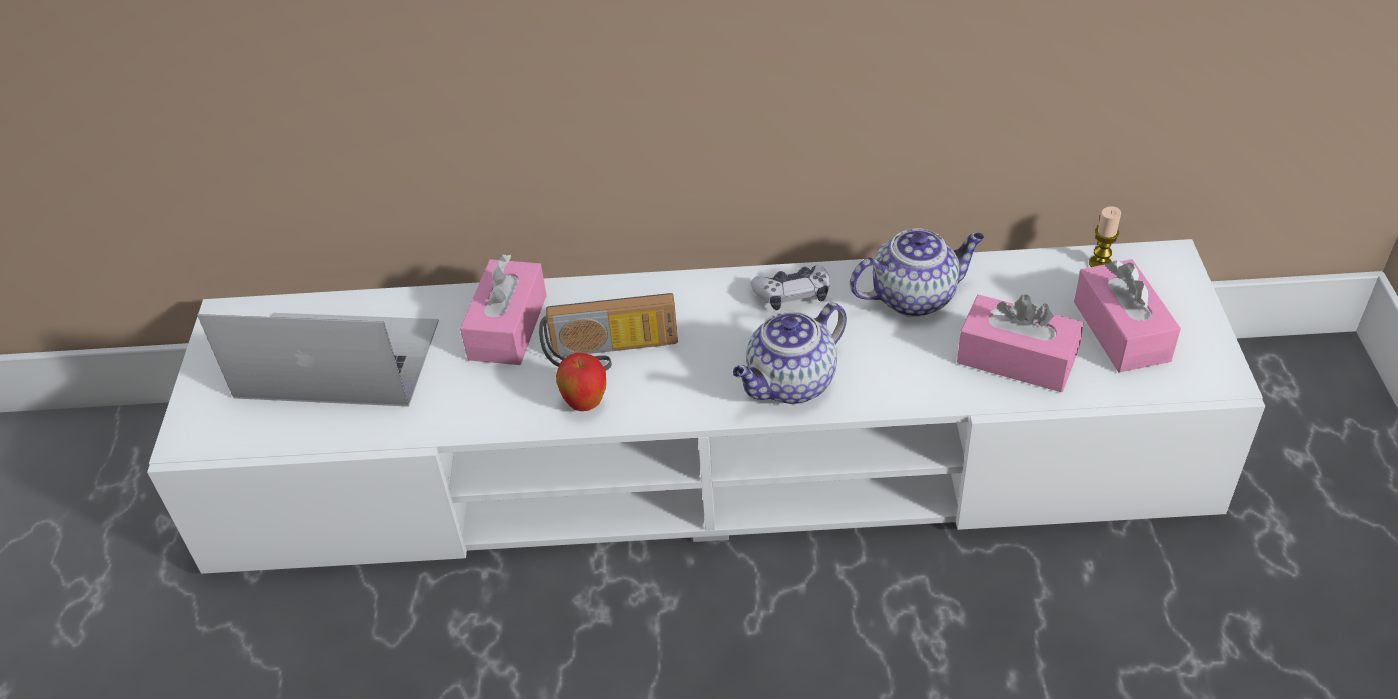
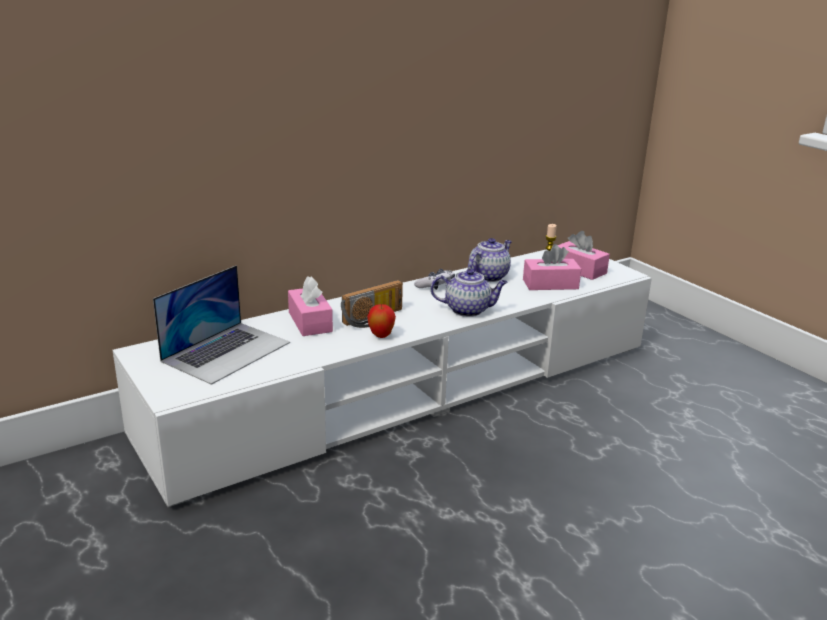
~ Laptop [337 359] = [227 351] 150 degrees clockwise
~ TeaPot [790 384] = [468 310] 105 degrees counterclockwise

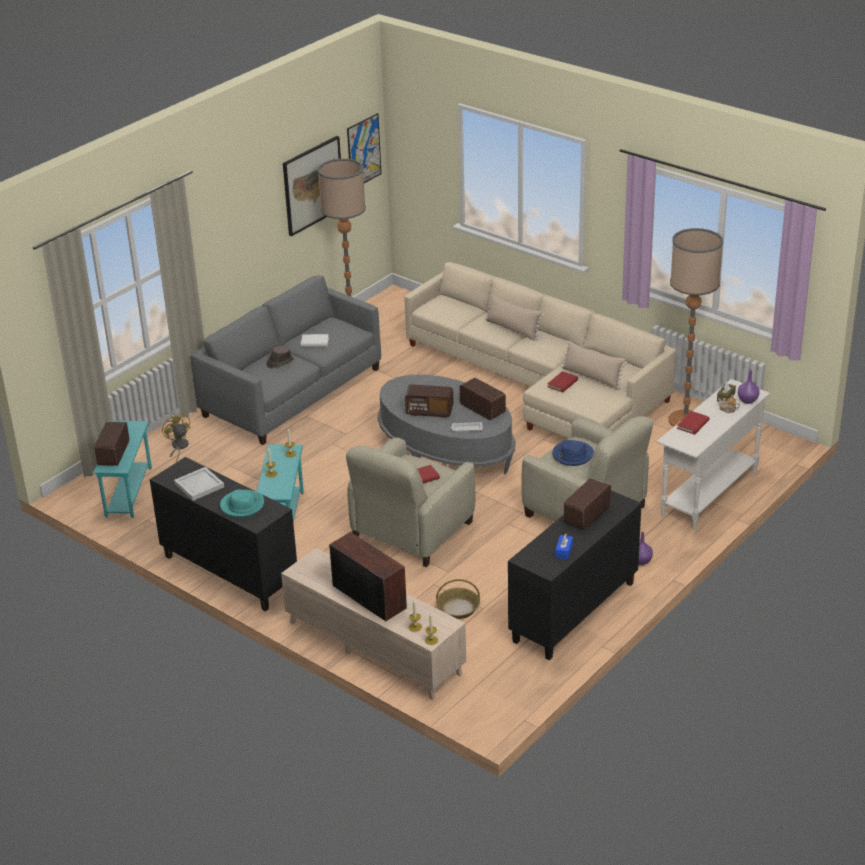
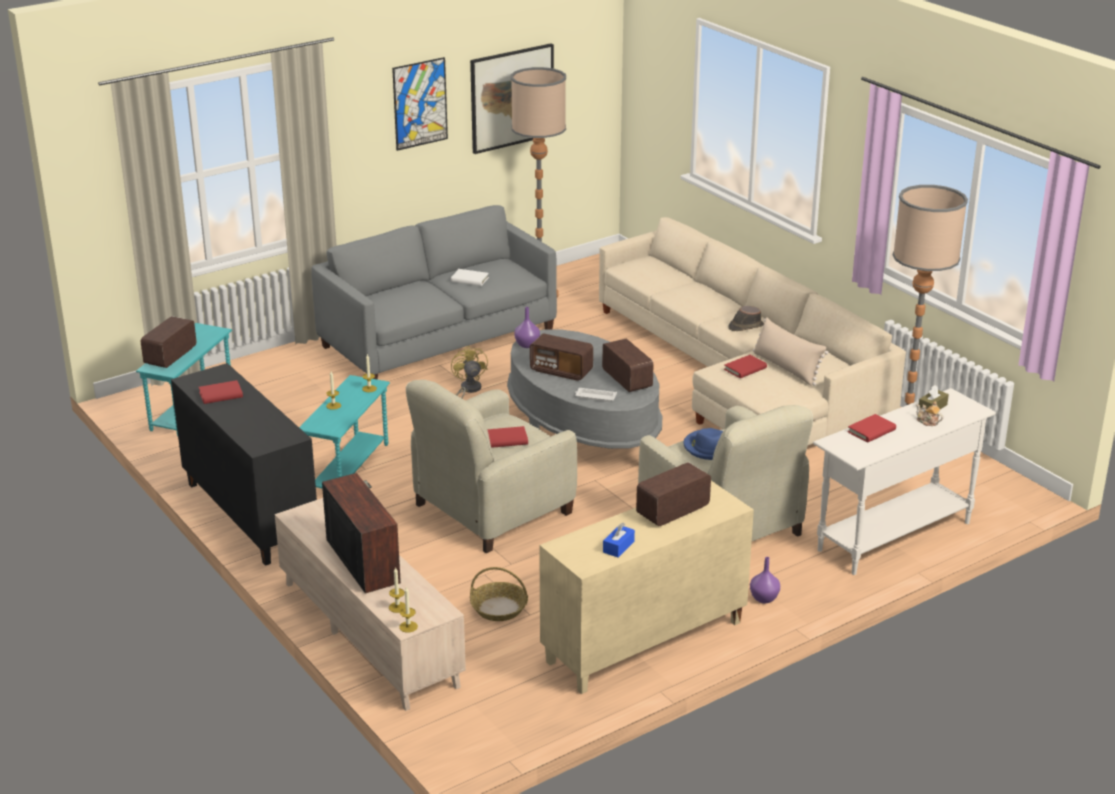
~ WhiteCarryingTray [198 485] to RedBook [221 395]
~ Picture [364 151] to [420 103]
~ YellowColouredCoolingFan [178 447] to [468 390]
~ PurpleColouredFlowerVase [747 400] to [526 345]
~ BlackColouredCabinet [574 613] to SandColouredCabinet [644 643]
~ BrownishHat [279 362] to [745 326]
- BlueGreenHat [242 506]
- SandColouredThrowPillow [513 329]

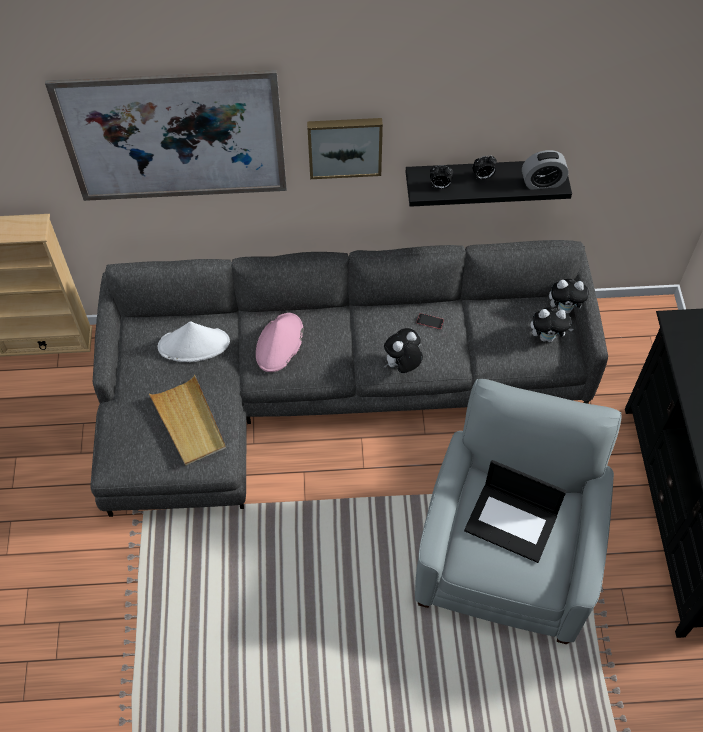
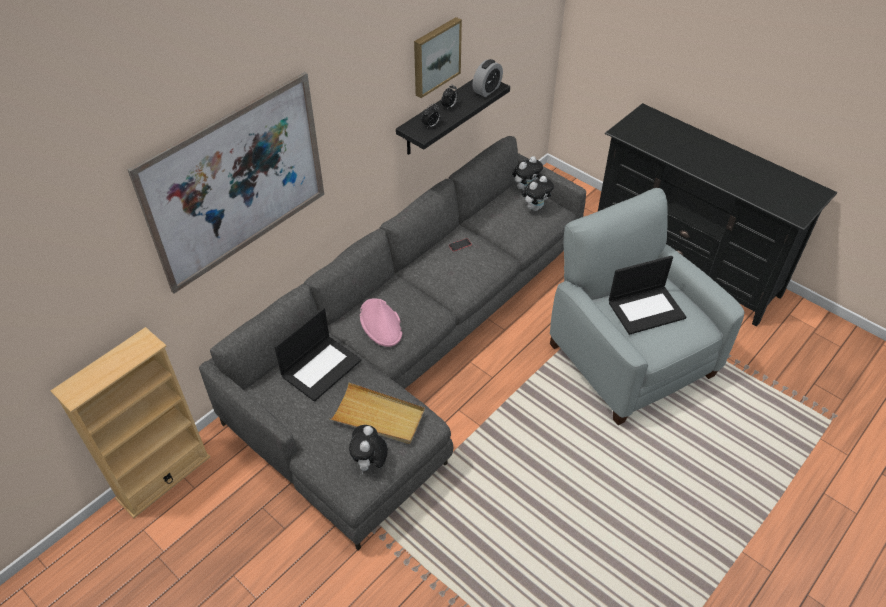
~ WhiteHat [194 344] to Laptop [321 367]
~ PlushToy [402 365] to [370 463]
~ Picture [344 146] to [435 56]

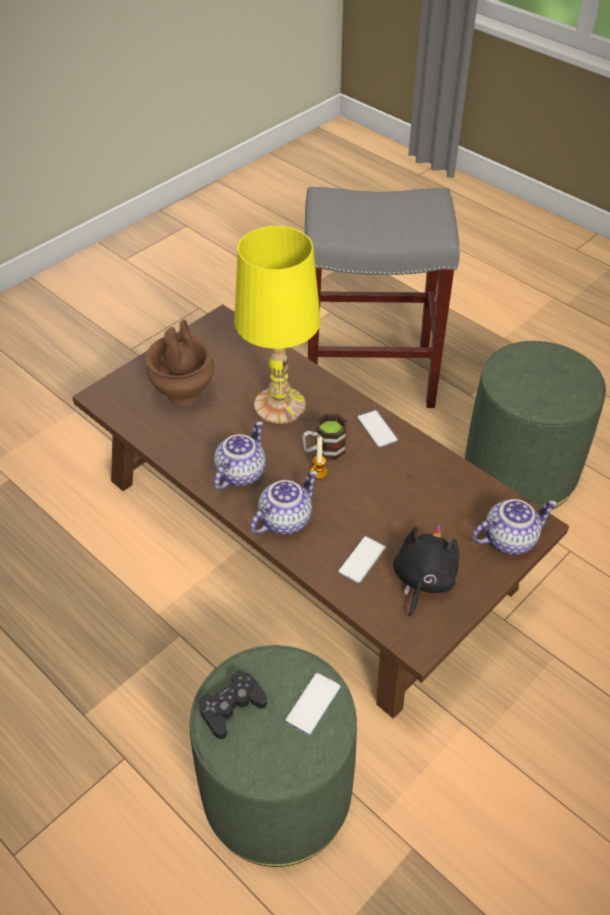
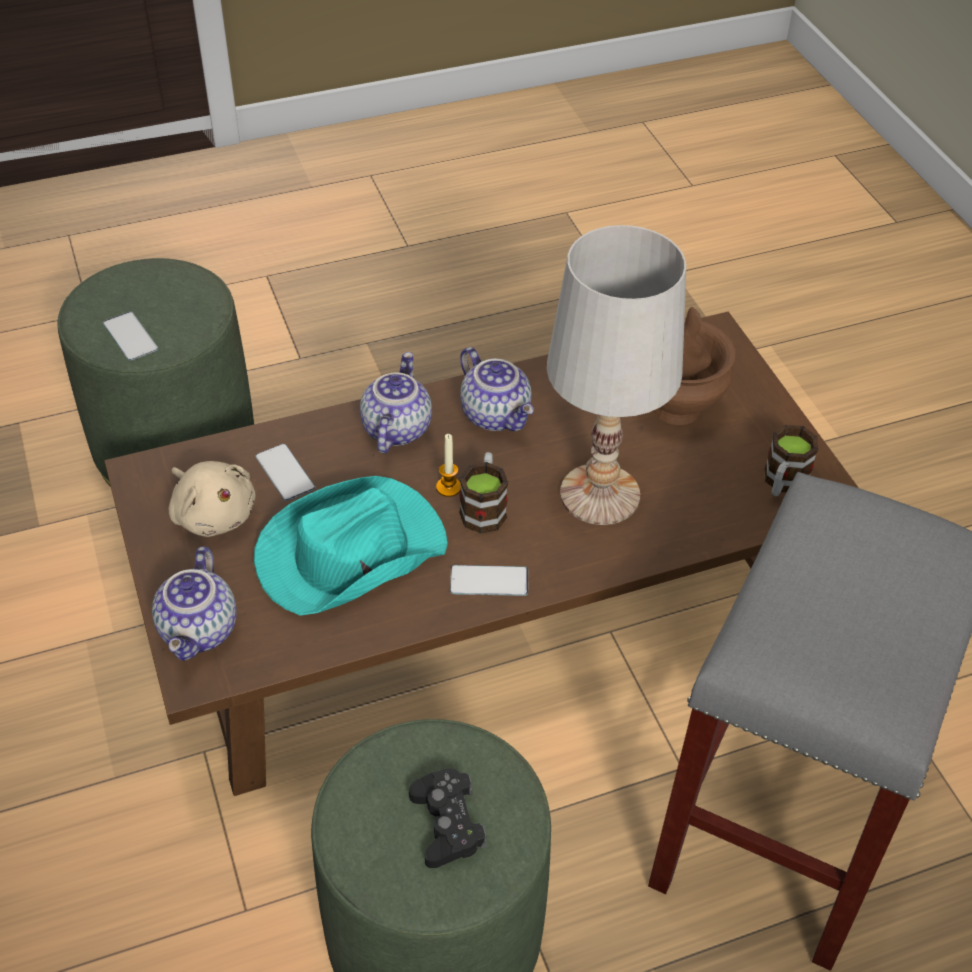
~ BlackColouredPlushToy [422 580] to SandColouredPlushToy [213 513]
+ BlueGreenHat [348 552]
~ TeaPot [284 519] = [395 428] 150 degrees counterclockwise
~ BlackColouredGameController [231 707] to [447 824]
~ YellowColouredLampForATable [280 405] to WhiteLampForATable [599 495]
+ Mug [782 483]

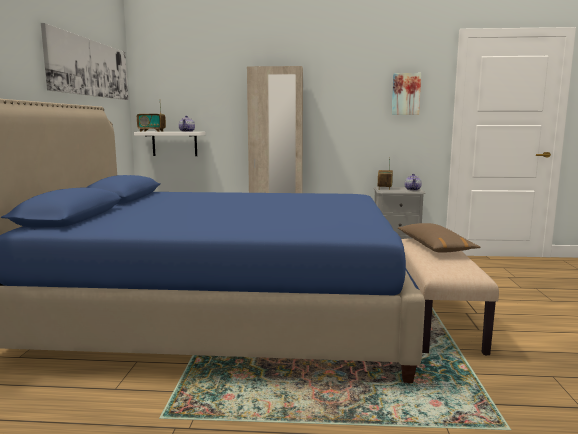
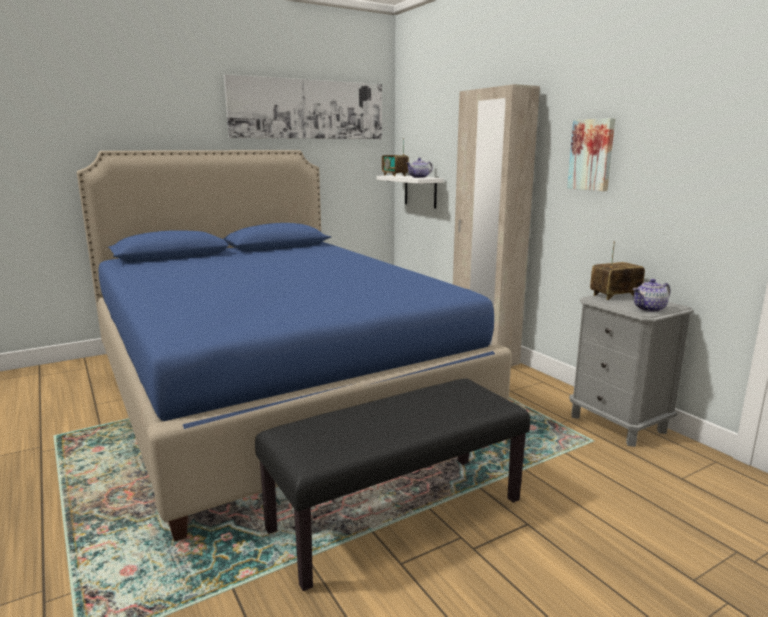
~ SandColouredIndoorBench [434 319] to BlackColouredIndoorBench [397 514]
~ Picture [405 94] to [592 155]
- BrownishThrowPillow [434 247]

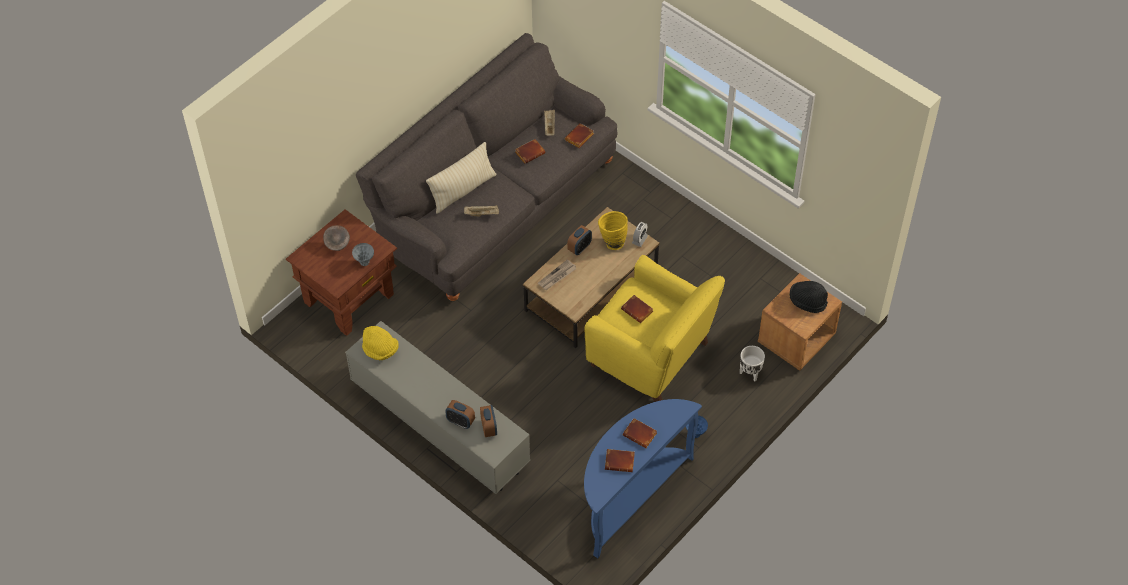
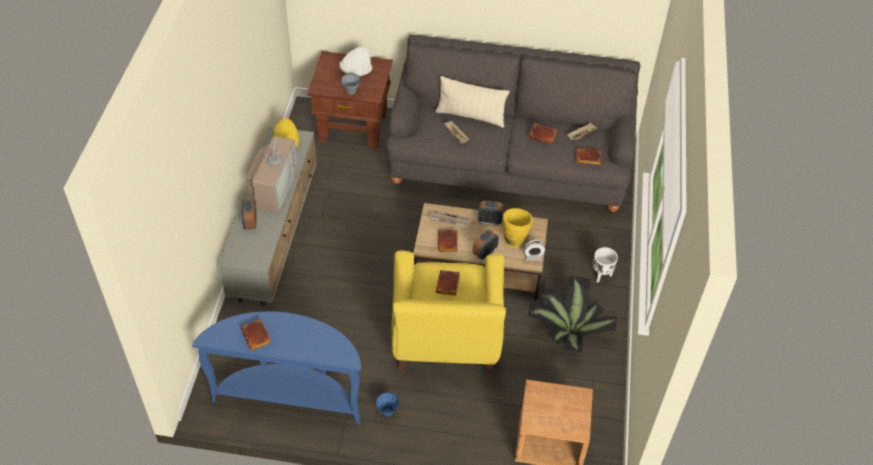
+ TvSet [273 185]
~ GrayBowl [338 245] to WhiteHat [356 71]
~ BrownishBook [641 434] to [448 243]
~ TableClock [489 428] to [485 253]
+ Houseplant [567 331]
~ WhitePlanter [749 373] to [601 275]
- BlackColouredHat [807 301]

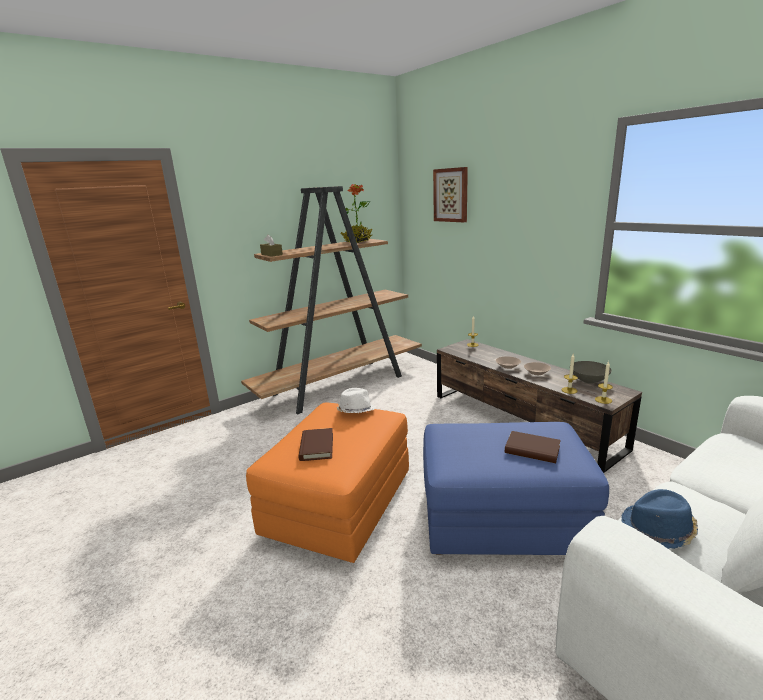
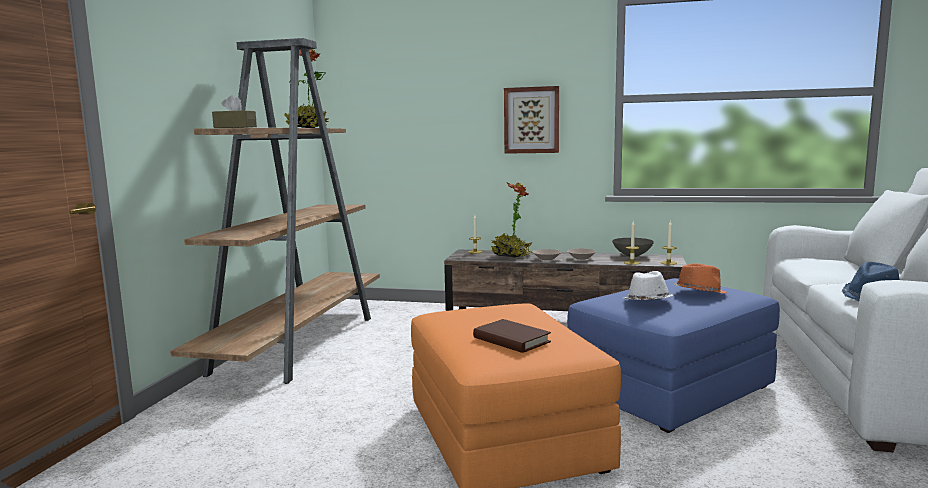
+ Houseplant [511 256]
~ Picture [451 195] to [531 120]
~ WhiteHat [355 411] to [647 302]
~ BrownishBook [532 450] to OrangeHat [698 293]

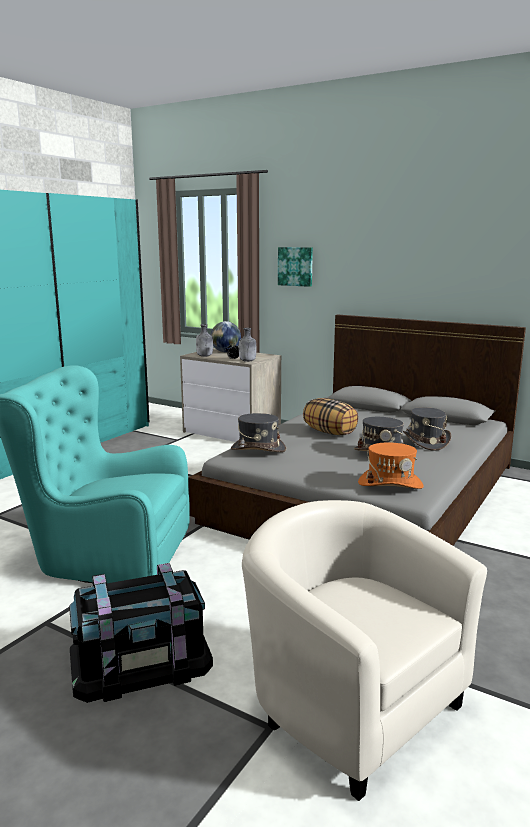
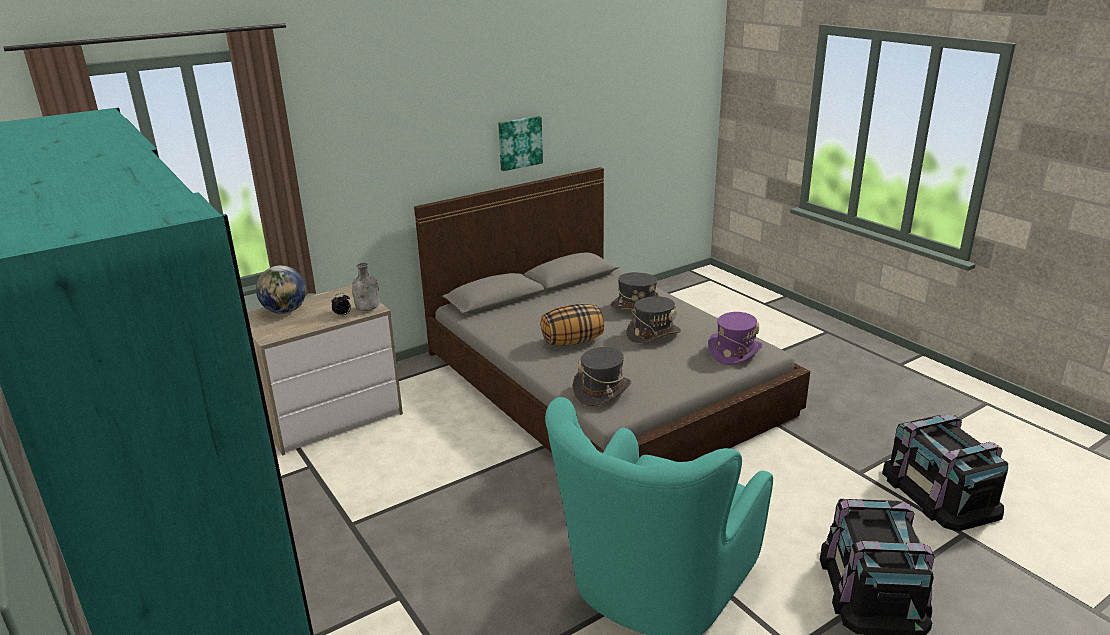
~ Picture [295 266] to [519 143]
~ OrangeHat [390 484] to PurpleColouredHat [734 351]
~ SandColouredEasyChair [350 704] to BlackColouredStorageContainer [939 492]
- GrayBottle [205 356]

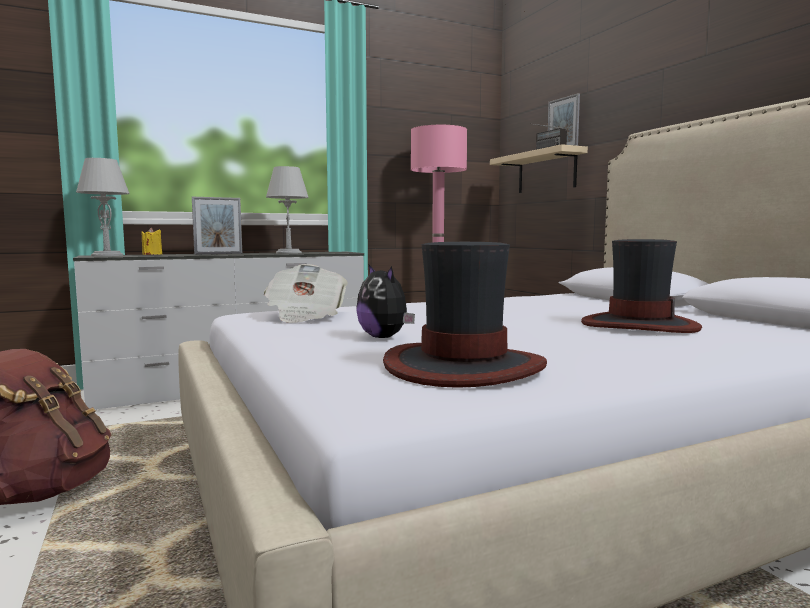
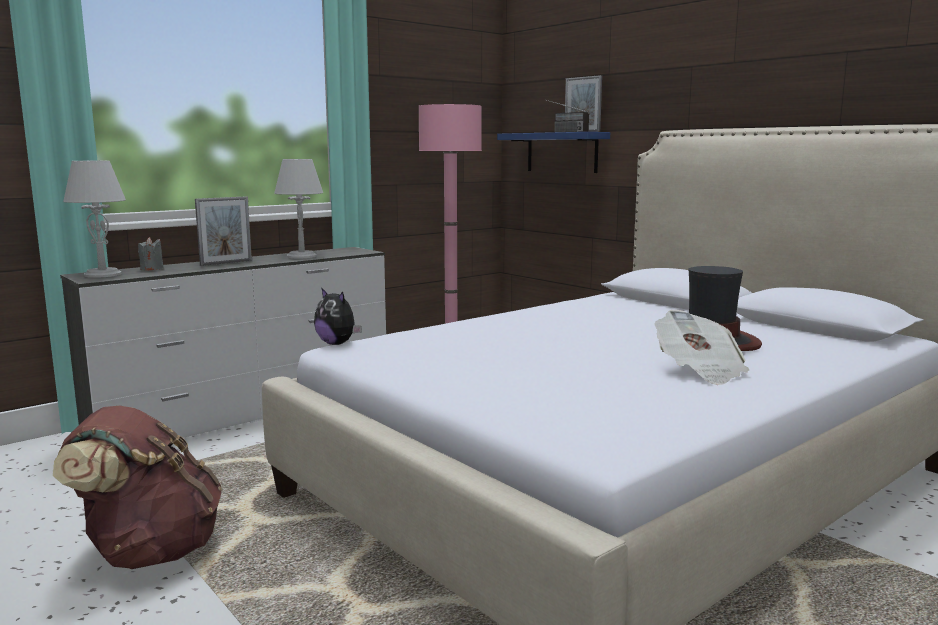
~ YellowColouredCandle [152 254] to GrayCandle [152 269]
~ PlushToy [385 337] to [337 343]
~ SandColouredWallShelf [546 172] to BlueWallShelf [562 152]
~ Newspaper [305 316] to [699 371]
- Hat [463 367]

